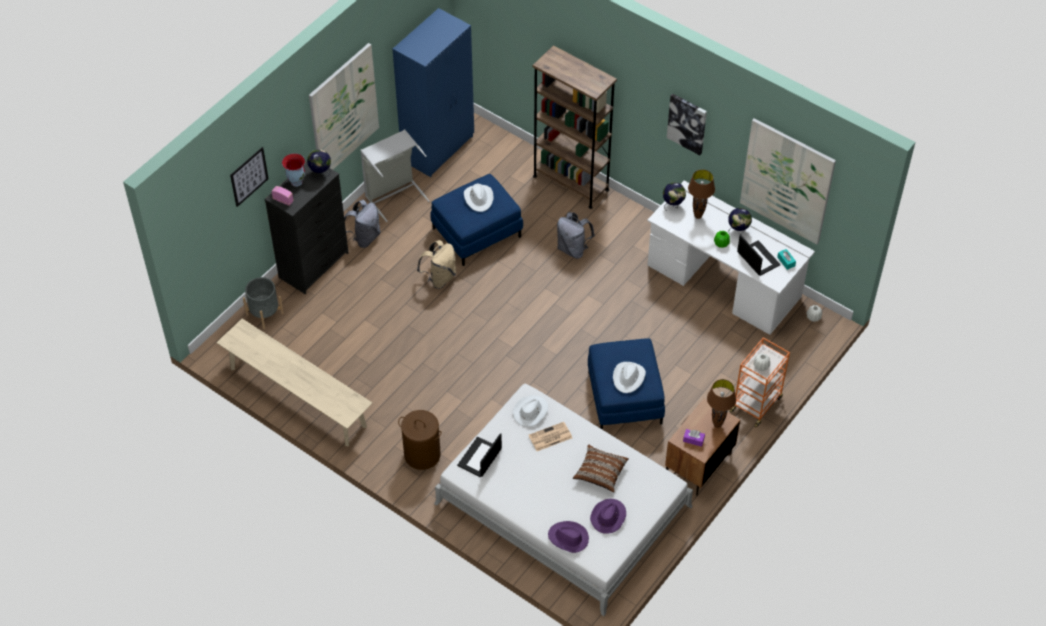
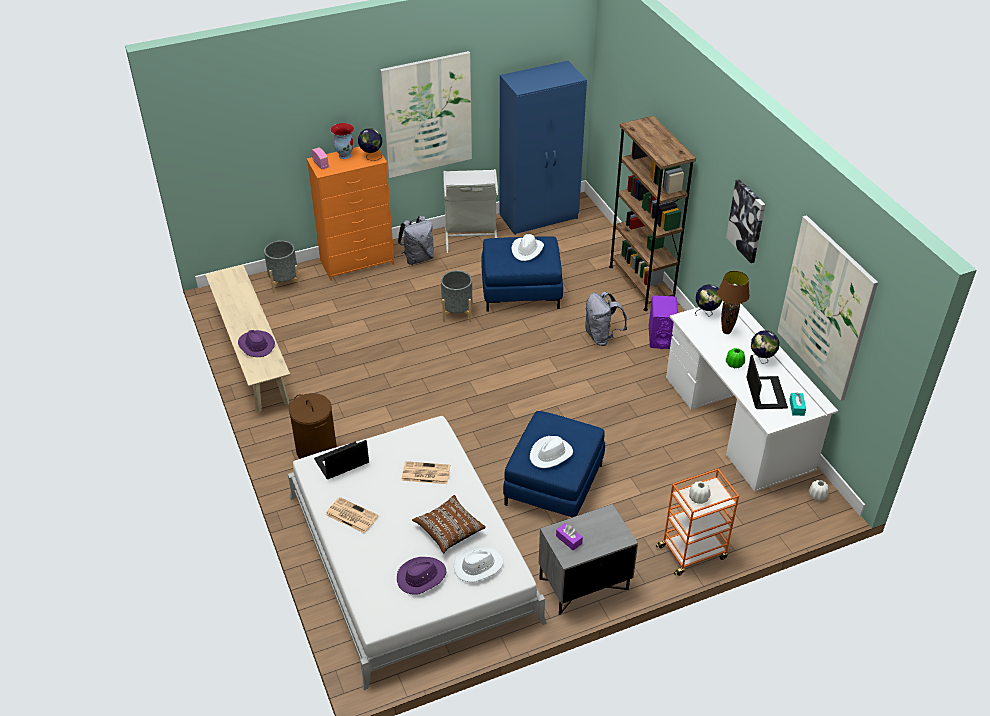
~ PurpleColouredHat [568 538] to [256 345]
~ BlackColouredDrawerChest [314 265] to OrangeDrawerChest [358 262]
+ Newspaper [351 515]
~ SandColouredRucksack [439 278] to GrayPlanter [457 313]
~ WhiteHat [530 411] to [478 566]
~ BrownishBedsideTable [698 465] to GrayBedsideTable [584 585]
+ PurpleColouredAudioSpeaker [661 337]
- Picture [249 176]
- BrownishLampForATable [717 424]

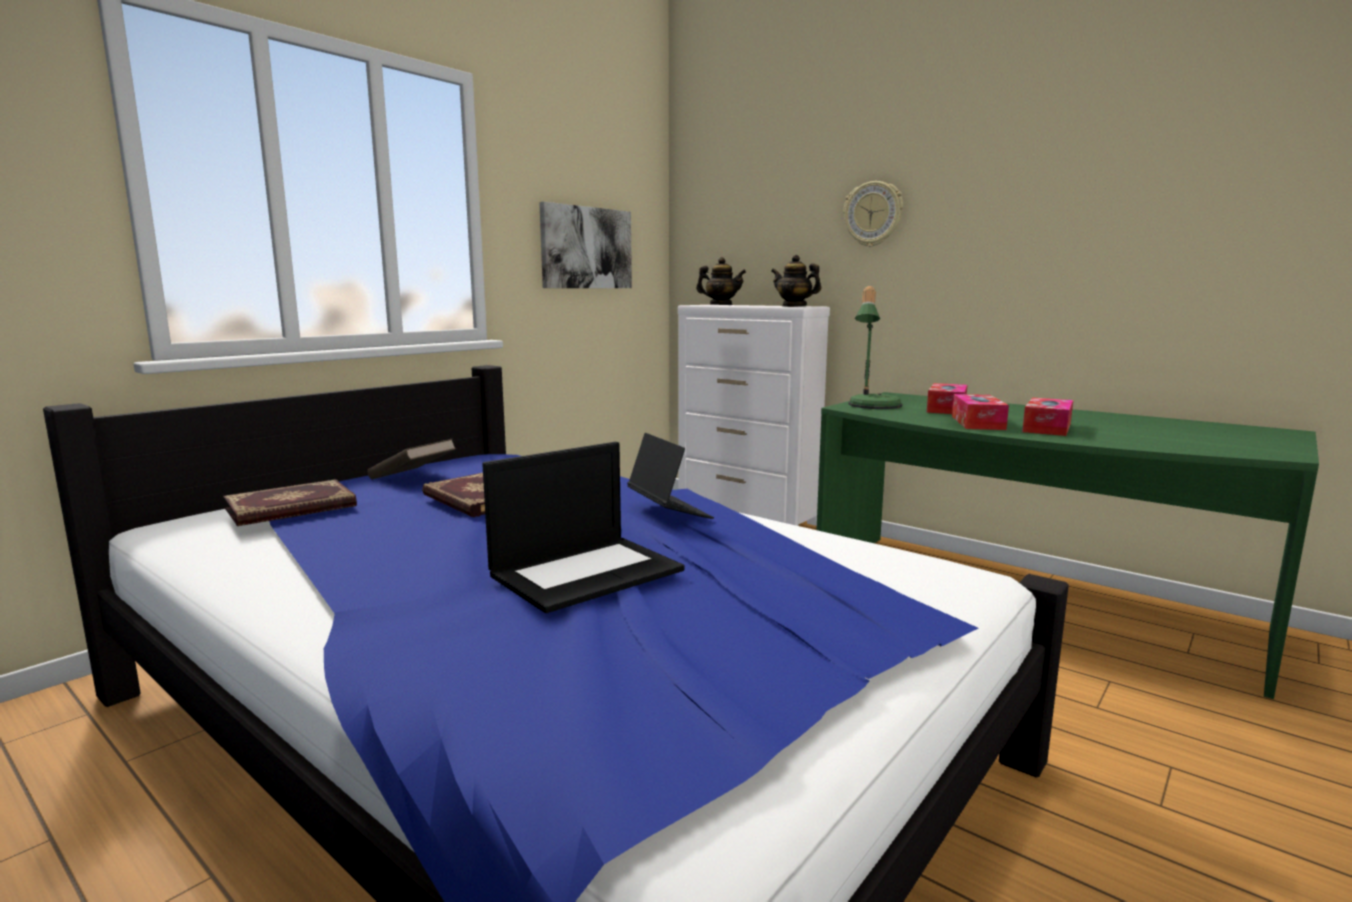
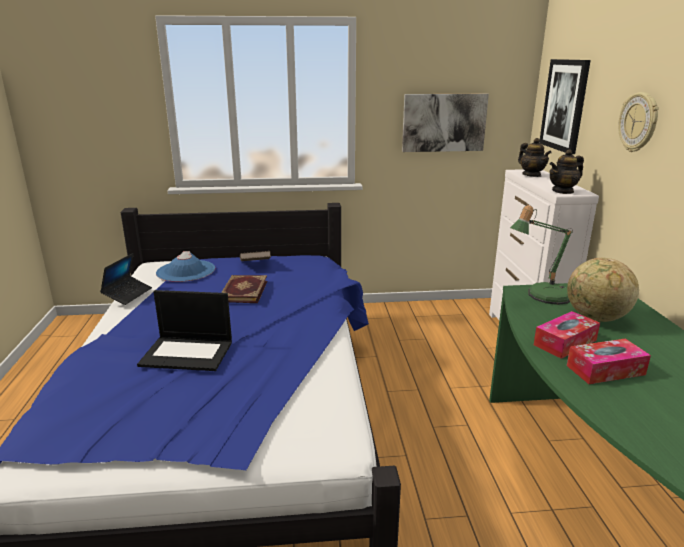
~ Laptop [668 511] to [127 294]
~ Book [291 508] to BlueHat [186 271]
+ Picture [564 105]
~ TeaPot [794 306] = [563 191] 105 degrees counterclockwise
~ TissueBox [946 408] to DeskGlobe [596 318]

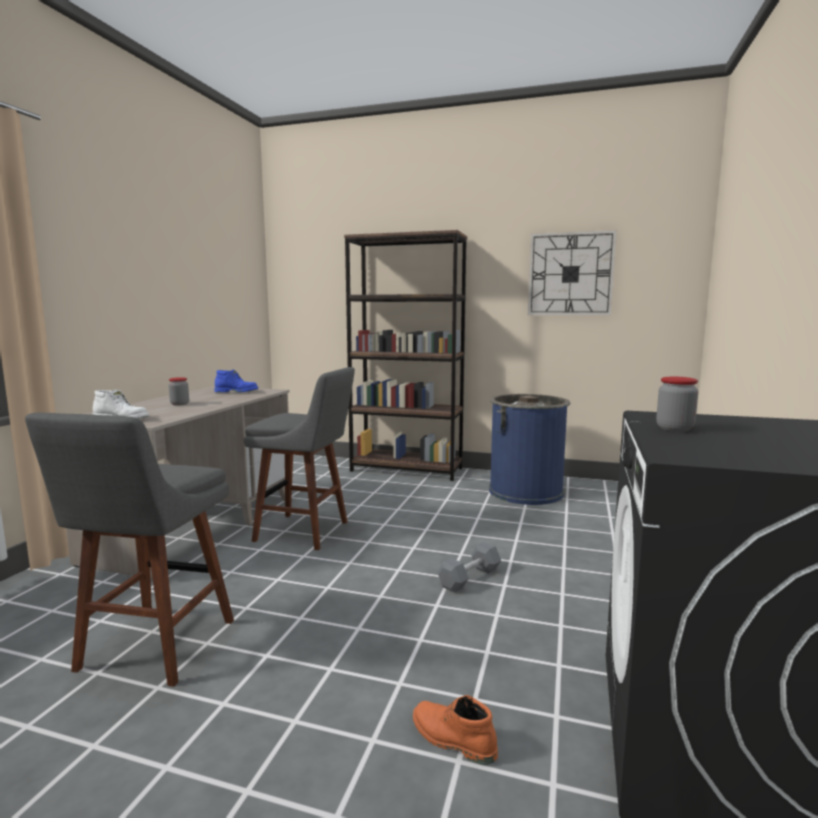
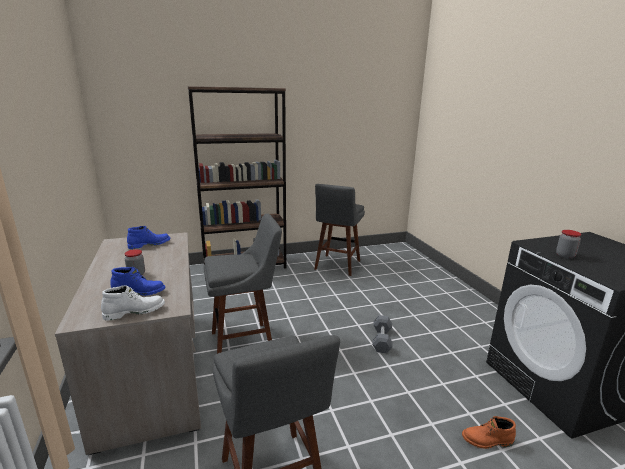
+ BlueBoot [139 292]
~ BlueTrashCan [525 492] to GrayStoolSeat [336 266]
- WallClock [570 274]

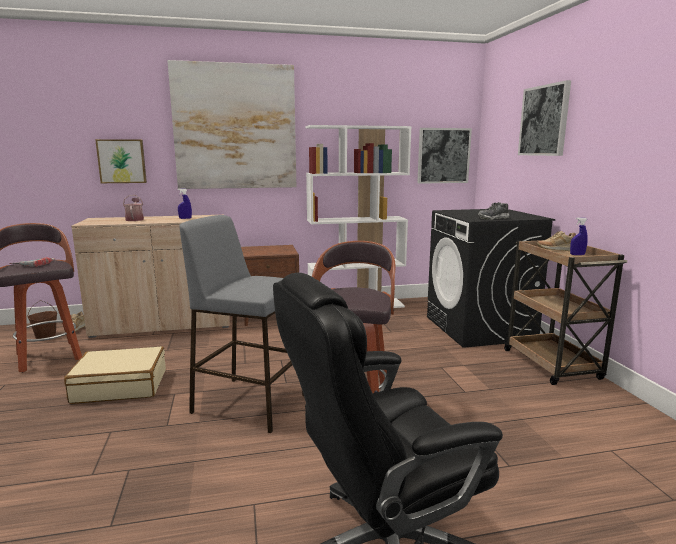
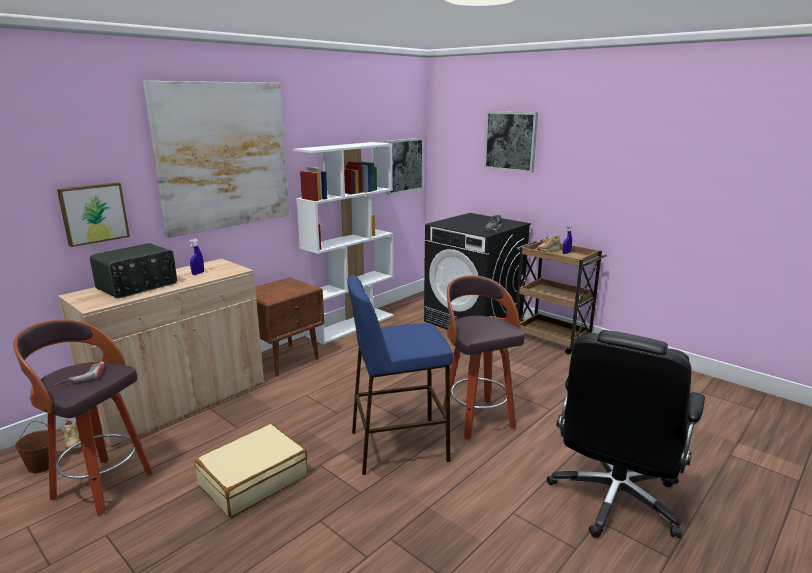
~ SprinklingCan [135 219] to RadioSet [138 286]
~ GrayStoolSeat [249 403] to BlueStoolSeat [398 446]

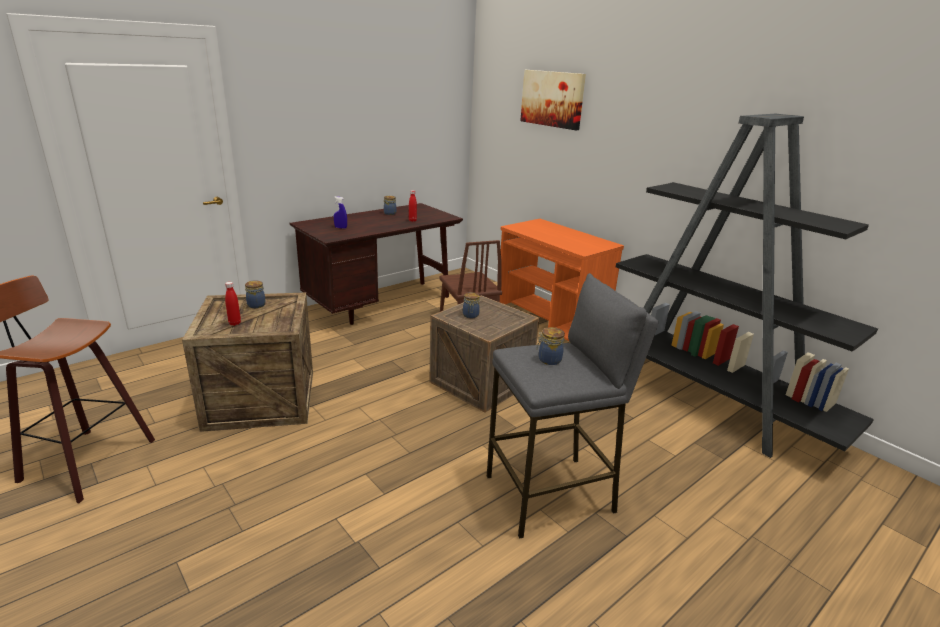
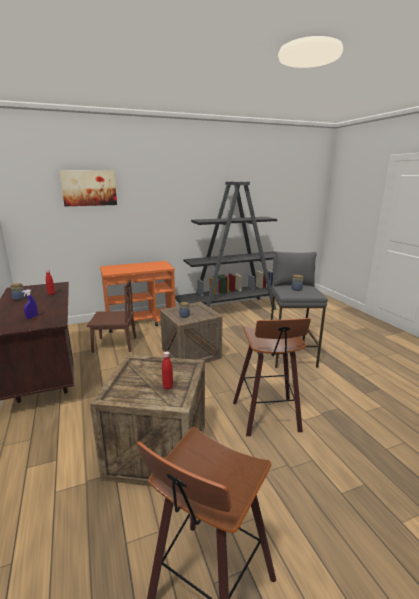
+ StoolSeat [268 417]
- PreserveJar [257 305]

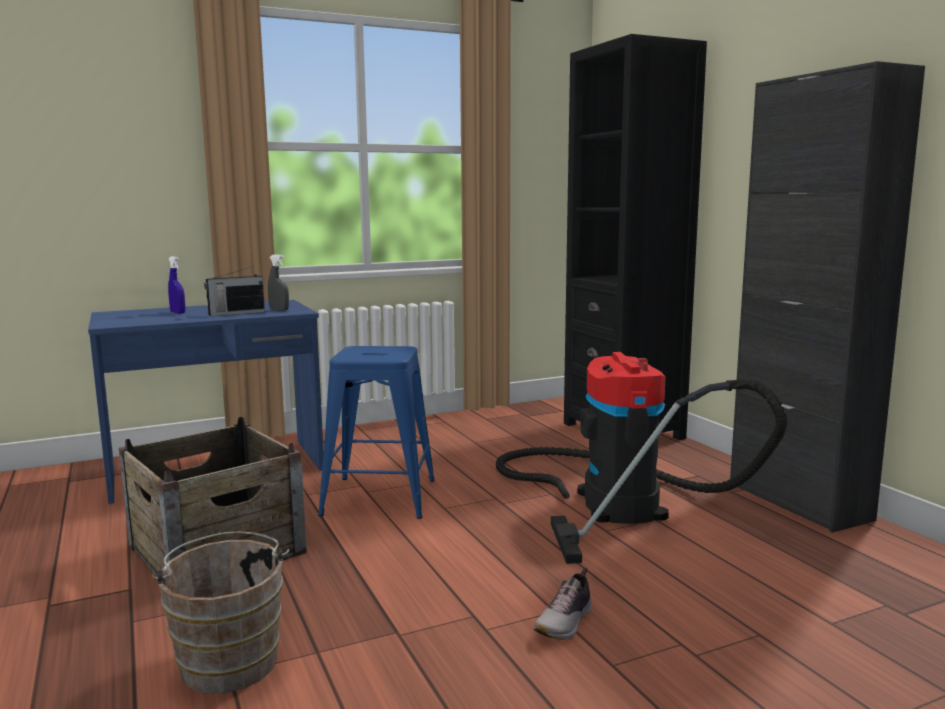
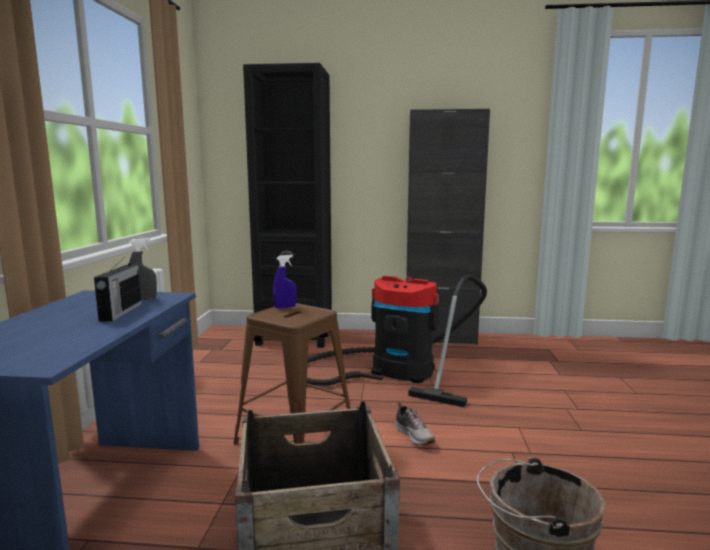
~ BlueStoolSeat [379 497] to BrownishStoolSeat [295 438]
~ BlueSprayBottle [178 313] to [285 307]
~ Shoe [565 623] to [414 435]

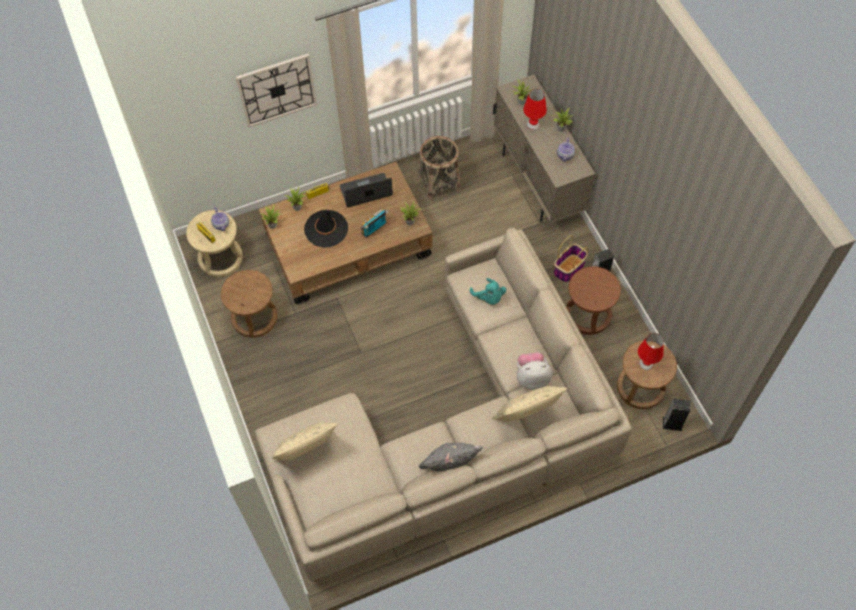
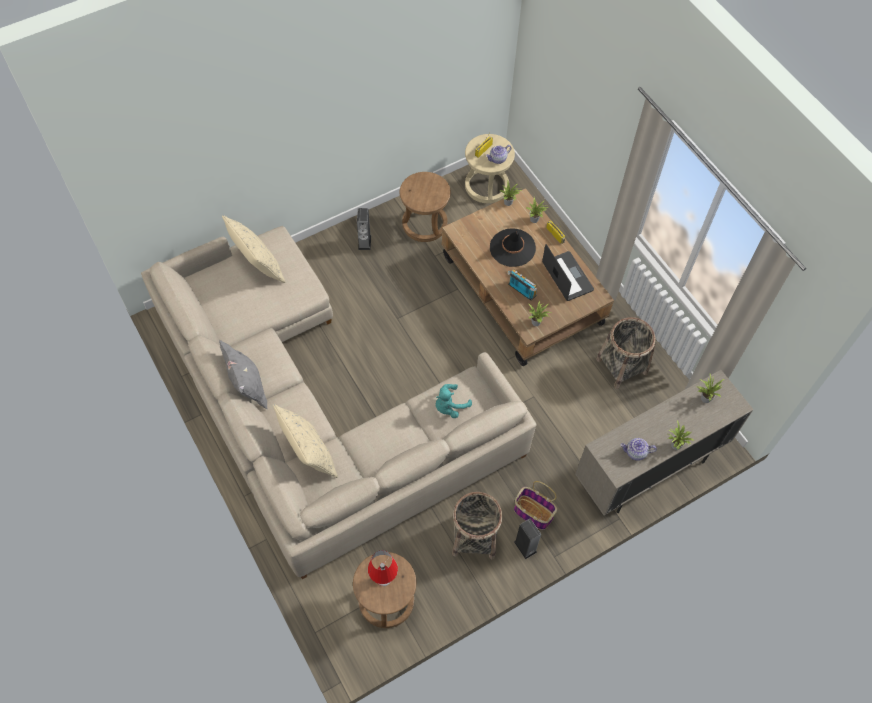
~ AudioSpeaker [672 424] to [364 242]
~ BrownishStoolSeat [588 314] to StorageBasket [474 537]
- WallClock [277 90]
- PlushToy [532 378]
- RedLampForATable [533 124]

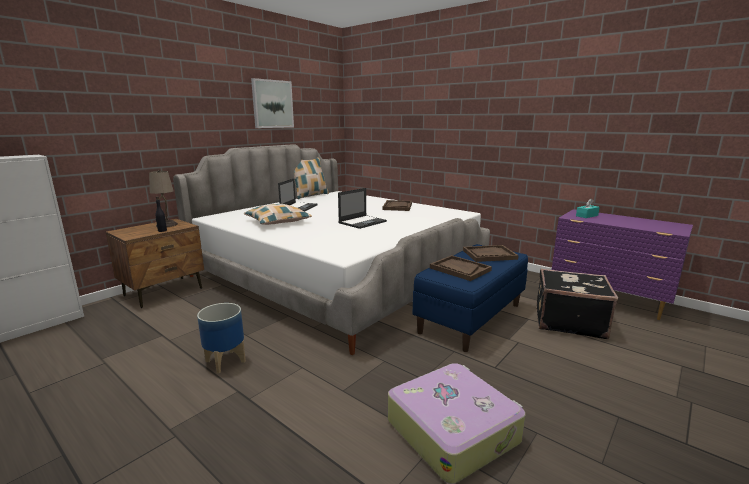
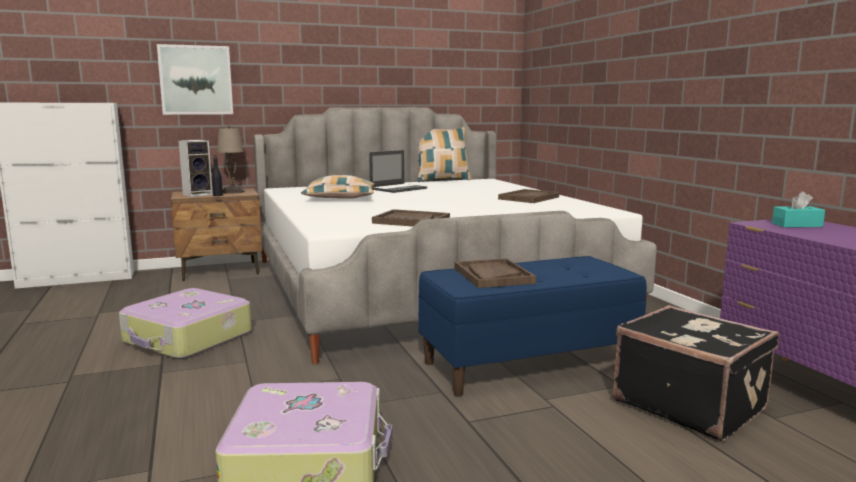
~ Planter [226 361] to TravelCase [187 338]
~ Picture [272 104] to [196 80]
+ AudioSpeaker [198 194]
~ BrownishCarryingTray [489 255] to [411 221]
- Laptop [362 222]

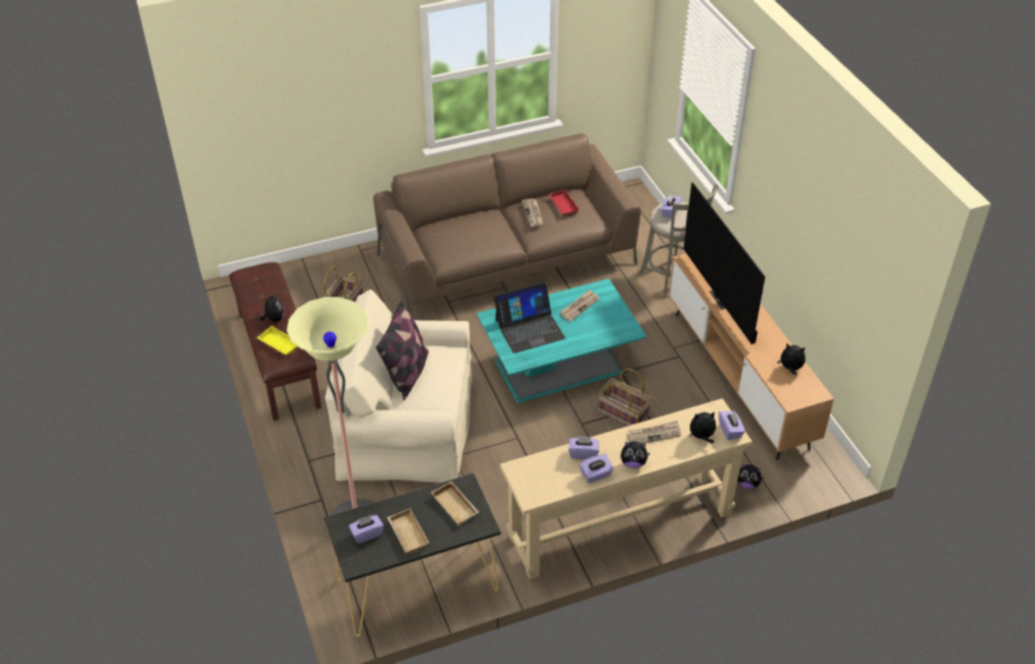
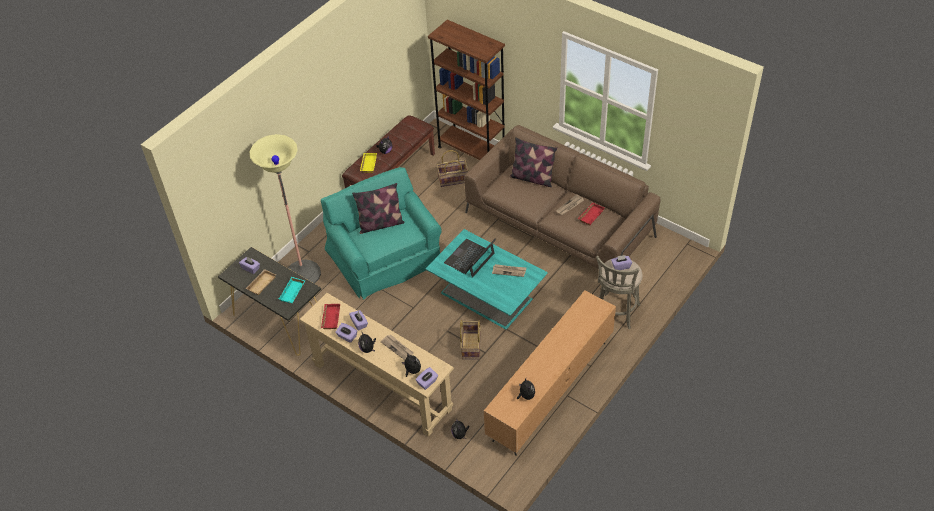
~ SandColouredCarryingTray [456 506] to BlueGreenCarryingTray [293 292]
~ SandColouredEasyChair [407 427] to BlueGreenEasyChair [384 256]
+ RedCarryingTray [330 317]
+ BrownishBookshelf [471 151]
~ Laptop [529 329] = [470 258] 90 degrees clockwise
+ ThrowPillow [532 178]
- TvSet [724 298]

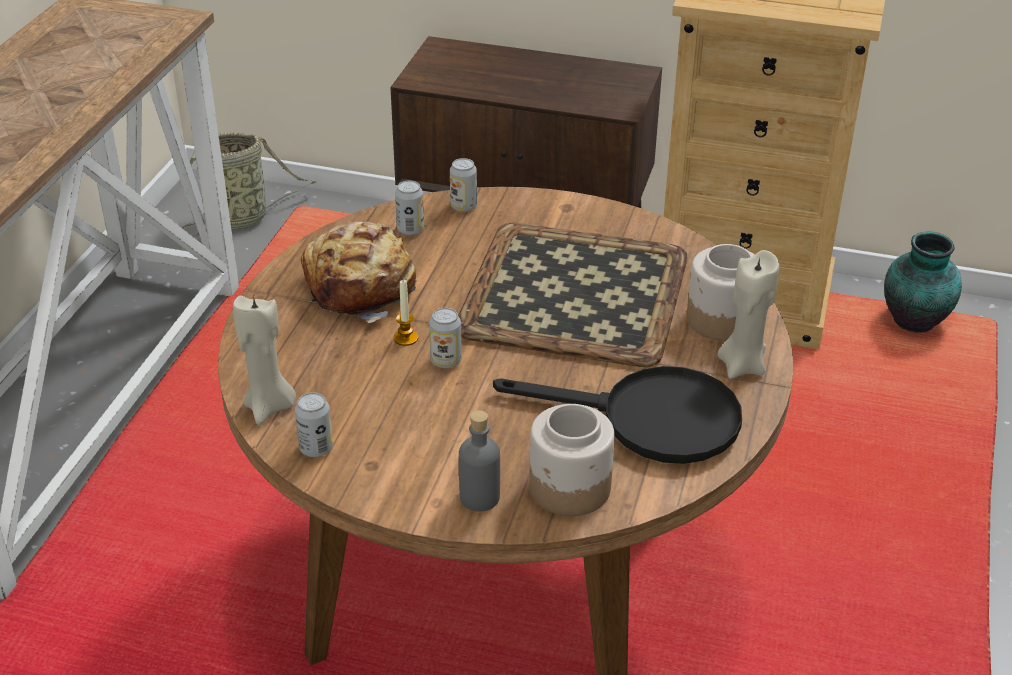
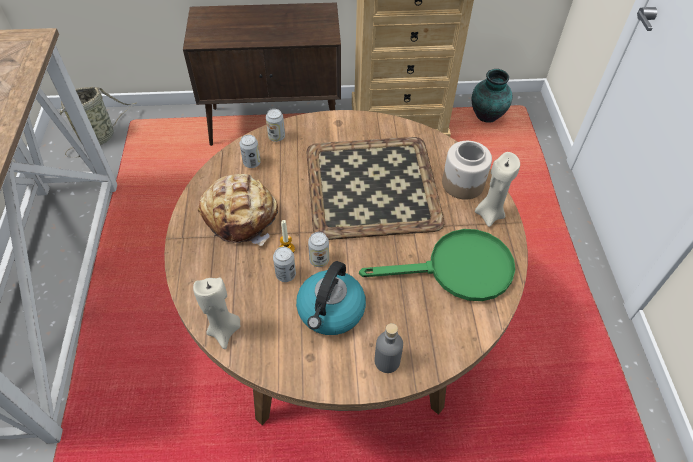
~ Can [316 448] to [285 275]
+ WaterKettle [331 311]
~ BlackColouredFryingPan [650 420] to GreenishFryingPan [457 270]
- PreserveJar [570 488]

